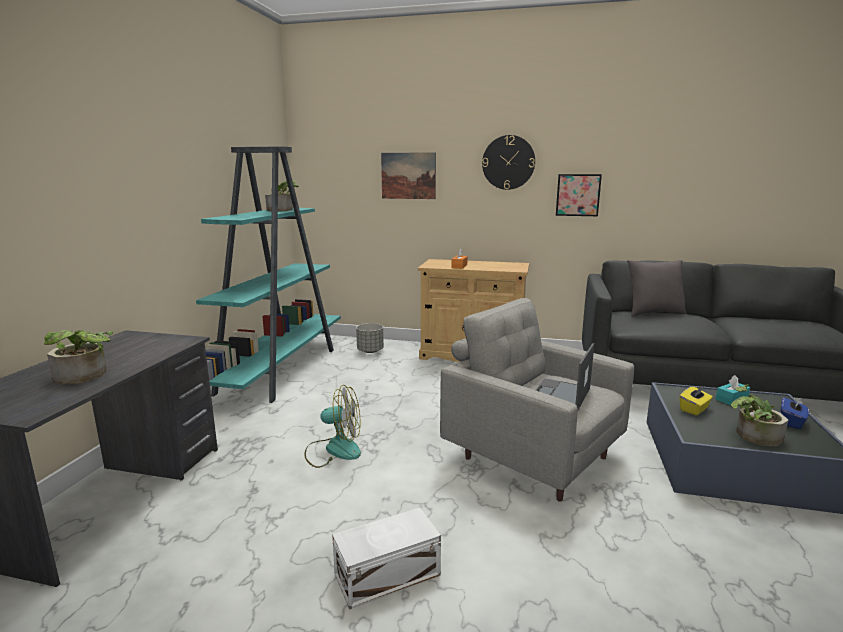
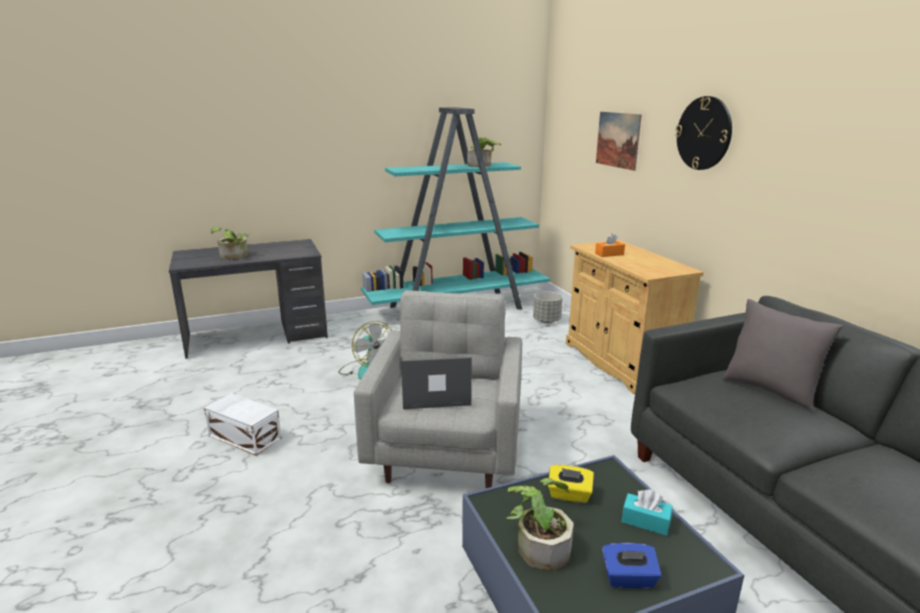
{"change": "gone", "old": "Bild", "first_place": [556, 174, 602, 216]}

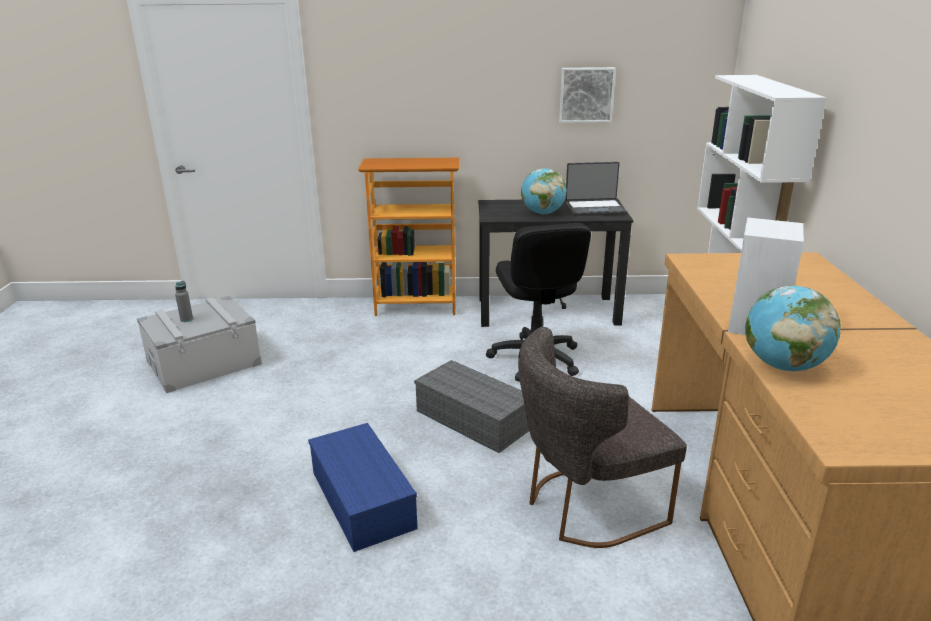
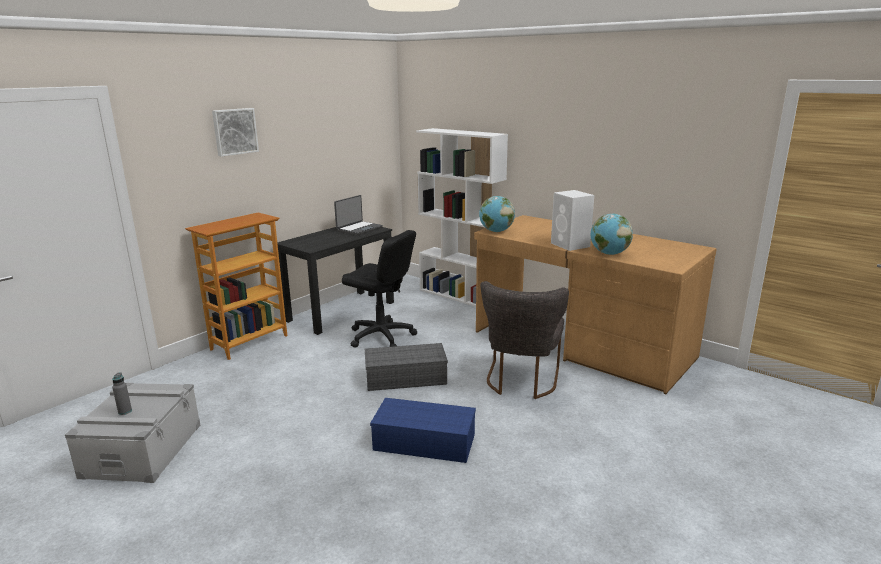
{"change": "shifted", "old": "Bild", "first_place": [559, 67, 616, 123], "second_place": [212, 108, 259, 157]}
{"change": "shifted", "old": "Globus", "first_place": [521, 168, 567, 214], "second_place": [479, 196, 515, 232]}

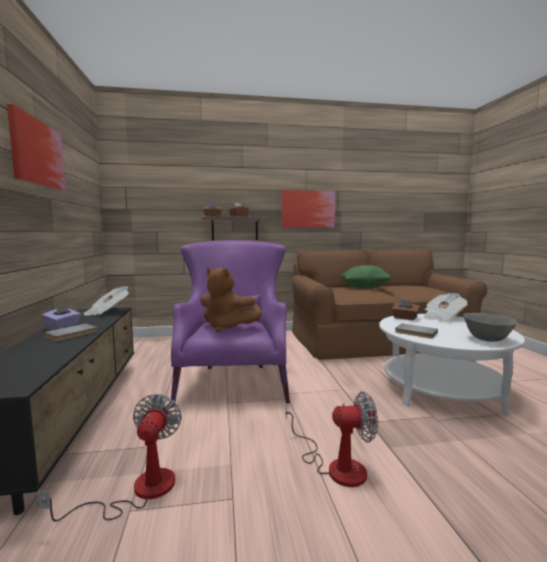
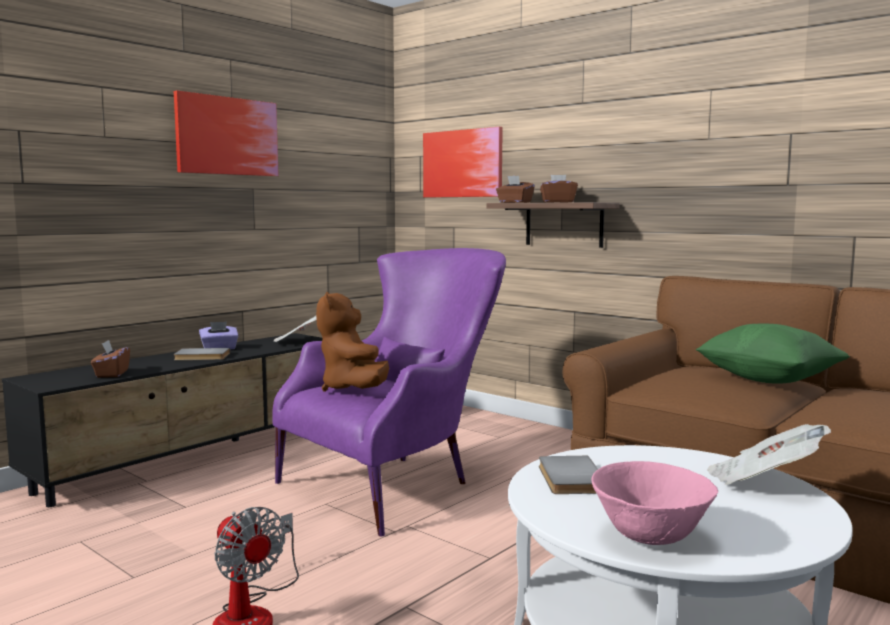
{"change": "shifted", "old": "Bild", "first_place": [281, 190, 335, 228], "second_place": [423, 127, 503, 197]}
{"change": "shifted", "old": "Taschentuchbox/braun", "first_place": [392, 300, 420, 320], "second_place": [91, 340, 130, 378]}
{"change": "repainted", "old": "Schüssel/grau", "new": "Schüssel/rosa", "first_place": [463, 313, 518, 342], "second_place": [591, 461, 718, 545]}
{"change": "gone", "old": "Ventilator", "first_place": [36, 394, 182, 522]}

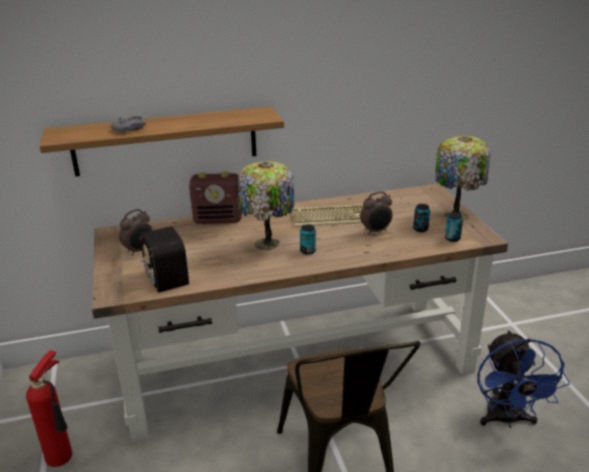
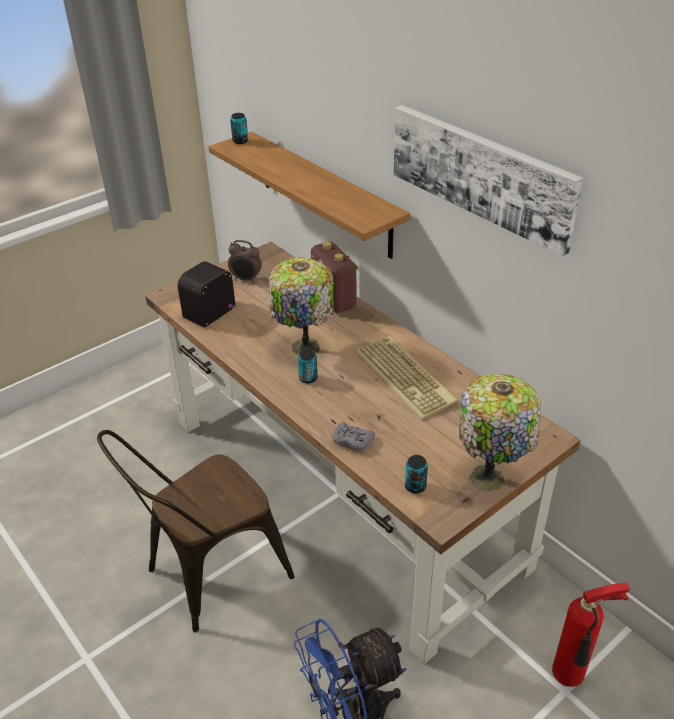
{"change": "shifted", "old": "Gamepad/grau", "first_place": [111, 116, 146, 133], "second_place": [333, 422, 375, 450]}
{"change": "gone", "old": "Wecker", "first_place": [360, 191, 392, 234]}
{"change": "shifted", "old": "Dose", "first_place": [413, 204, 430, 232], "second_place": [230, 113, 248, 144]}
{"change": "shifted", "old": "Feuerlöscher", "first_place": [26, 350, 72, 467], "second_place": [552, 582, 630, 687]}
{"change": "new", "new": "Bild", "second_place": [394, 105, 583, 256]}

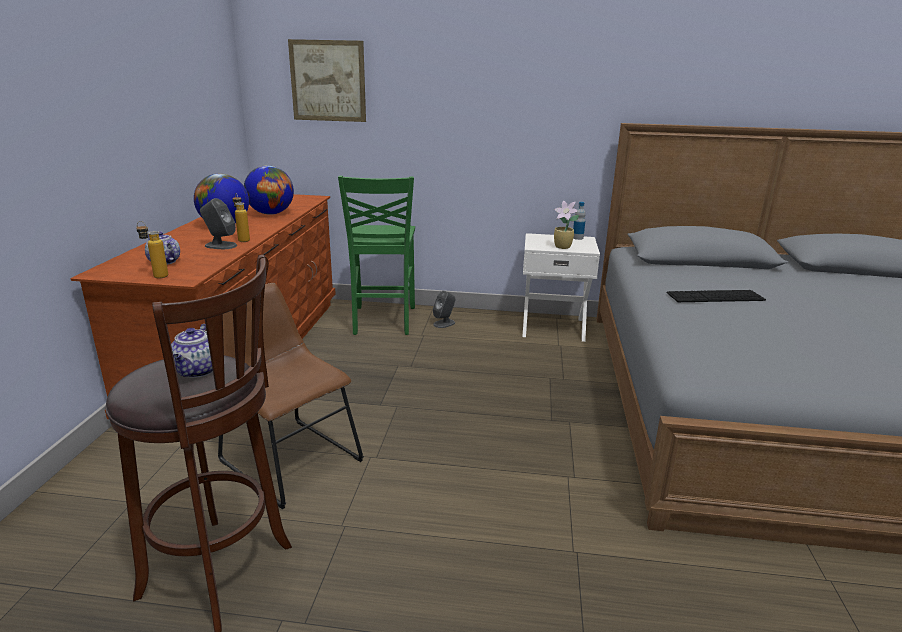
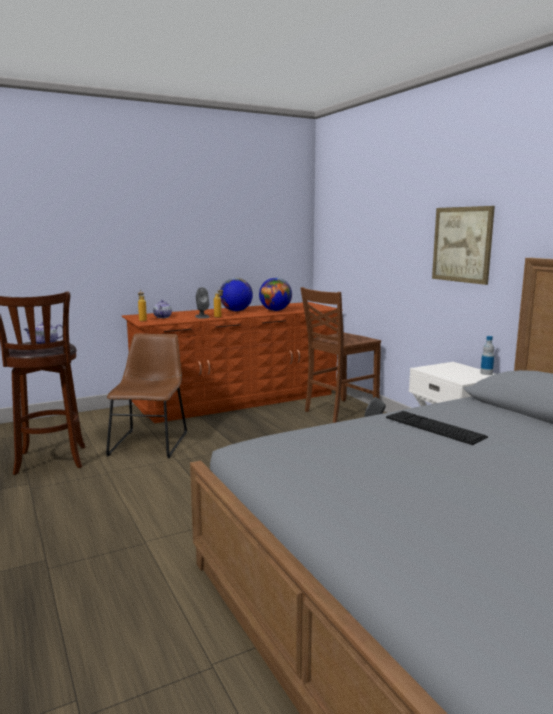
{"change": "shifted", "old": "Bild", "first_place": [288, 39, 366, 122], "second_place": [432, 206, 495, 285]}
{"change": "repainted", "old": "Stuhl/grün", "new": "Stuhl/braun", "first_place": [338, 176, 415, 335], "second_place": [301, 287, 381, 423]}
{"change": "gone", "old": "Topfpflanze", "first_place": [554, 201, 580, 249]}

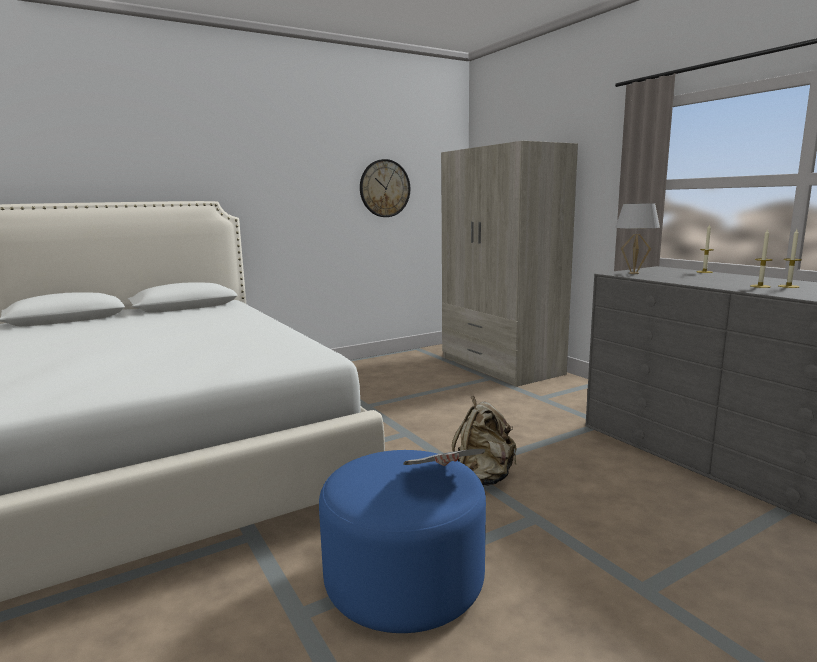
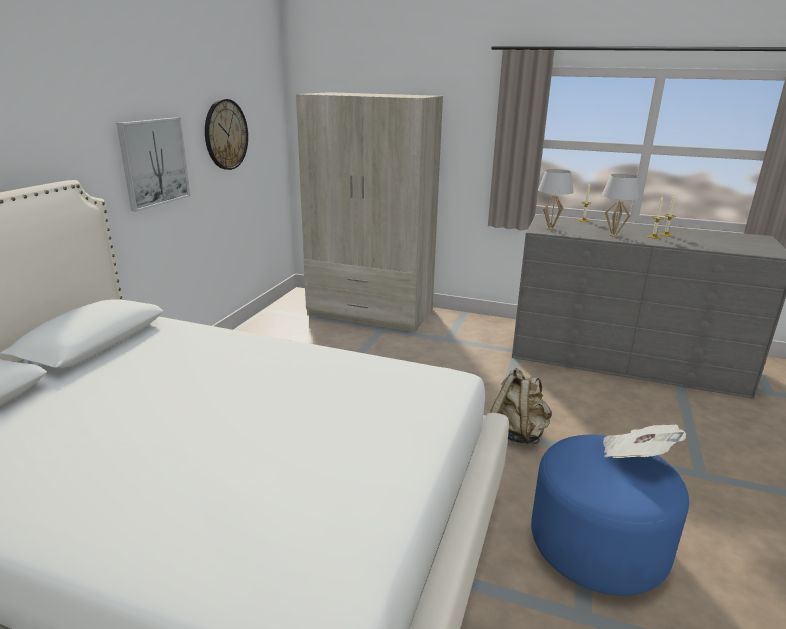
{"change": "new", "new": "Bild", "second_place": [117, 117, 190, 212]}
{"change": "new", "new": "Tischlampe/weiß", "second_place": [602, 174, 640, 237]}

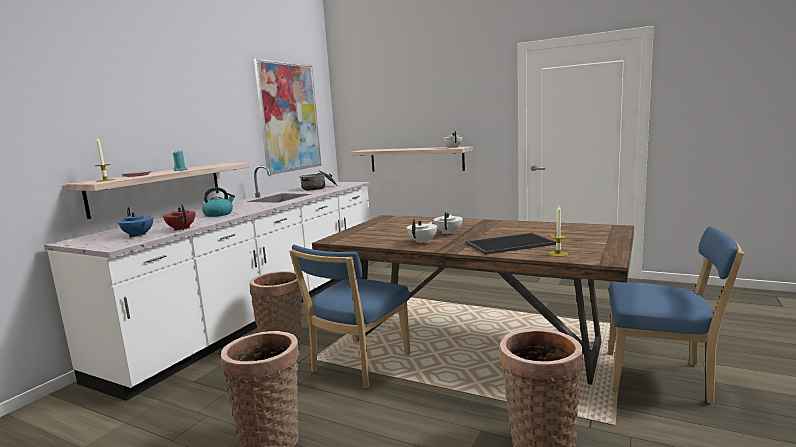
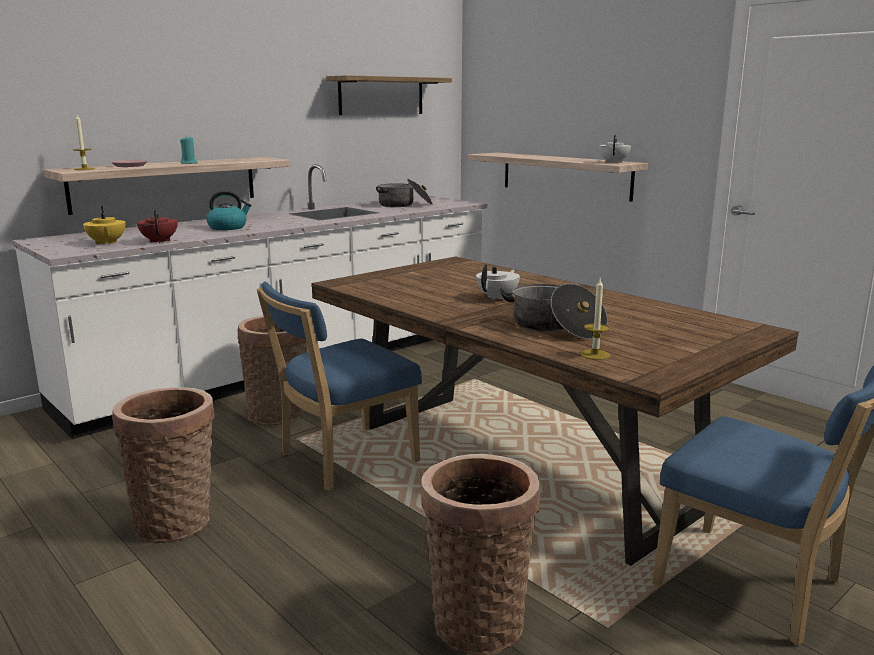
{"change": "swapped", "old": "Bild", "new": "Wandregal", "first_place": [254, 58, 322, 175], "second_place": [326, 75, 452, 115]}
{"change": "repainted", "old": "Teekanne/blau", "new": "Teekanne/gelb", "first_place": [118, 207, 153, 237], "second_place": [83, 206, 125, 245]}
{"change": "gone", "old": "Teekanne/weiß", "first_place": [407, 219, 437, 244]}
{"change": "swapped", "old": "Tablett", "new": "Kochtopf", "first_place": [466, 233, 556, 255], "second_place": [500, 284, 608, 339]}

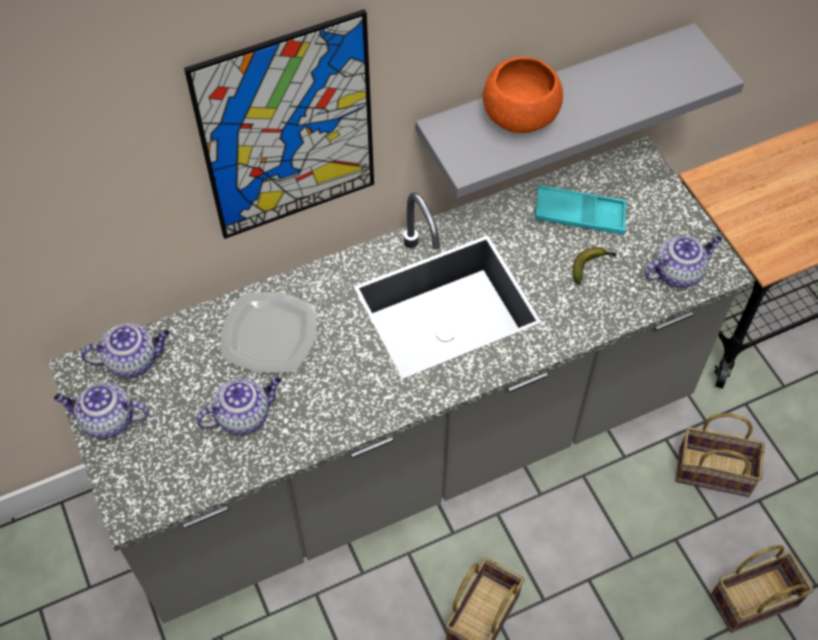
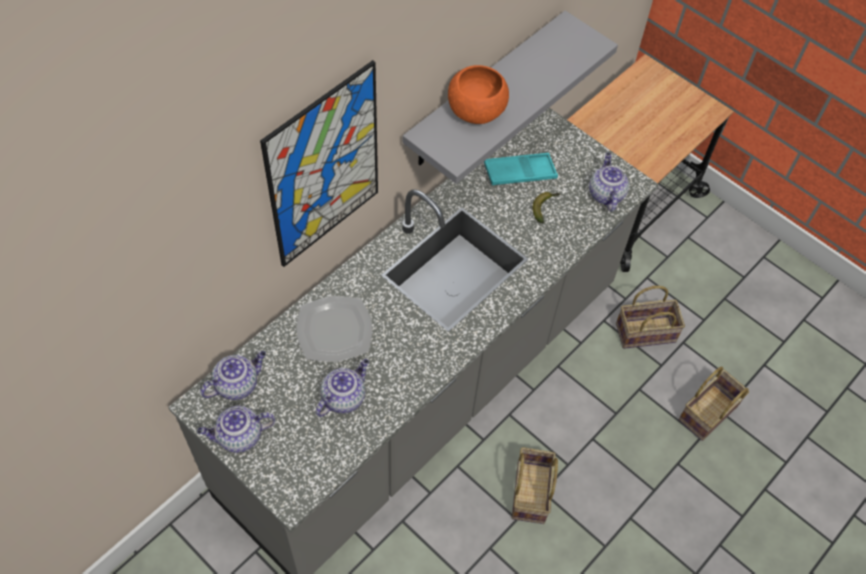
{"change": "rotated", "old": "Teekanne", "first_place": [644, 236, 722, 288], "second_place": [589, 153, 629, 212], "degrees": -45}

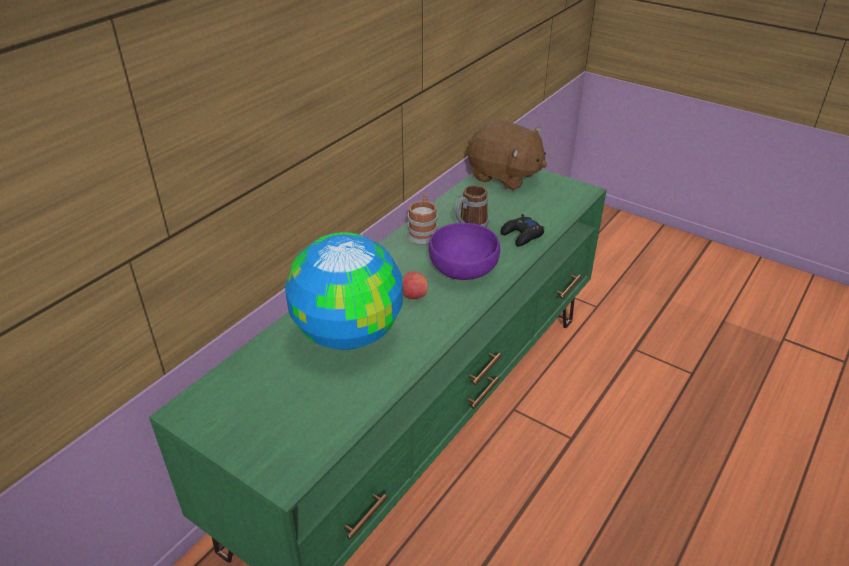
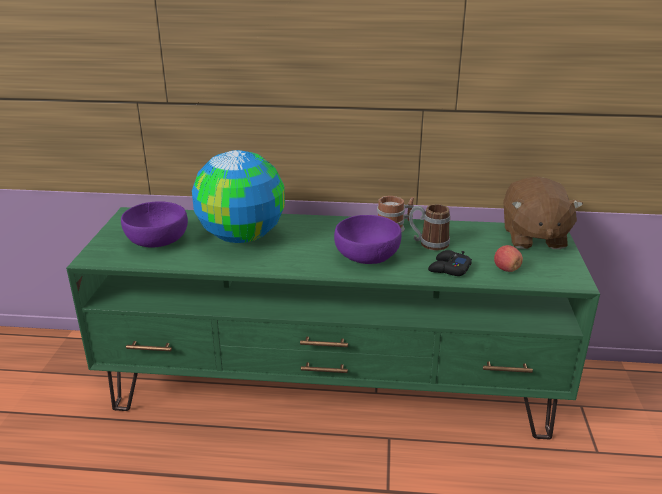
{"change": "shifted", "old": "Apfel", "first_place": [402, 271, 428, 299], "second_place": [494, 245, 523, 272]}
{"change": "new", "new": "Schüssel/lila", "second_place": [121, 201, 188, 248]}

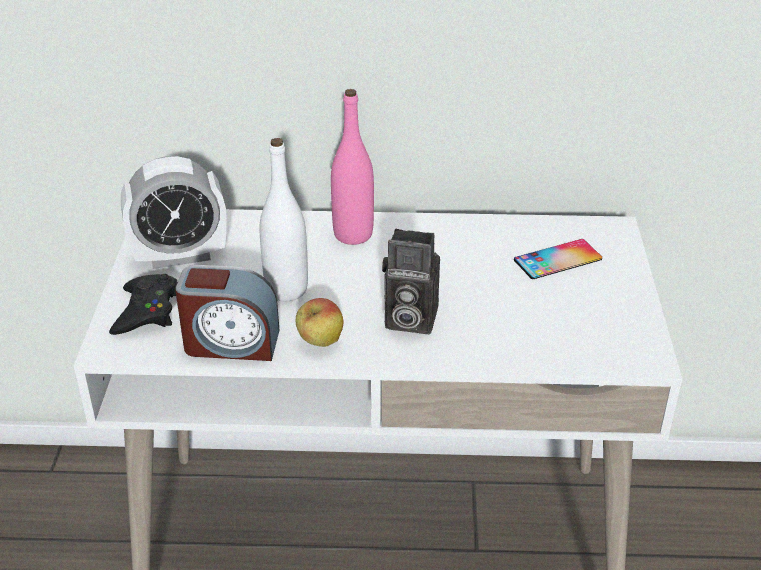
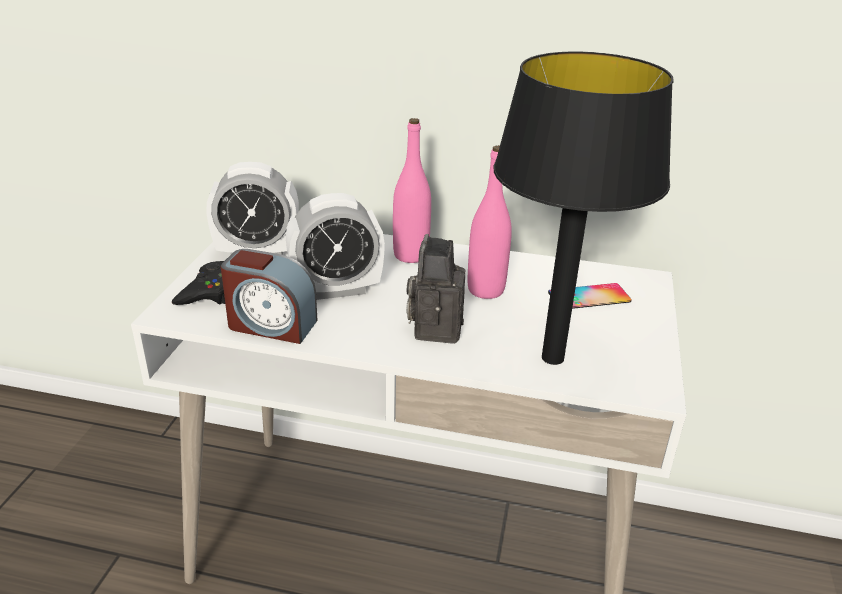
{"change": "swapped", "old": "Flasche/weiß", "new": "Wecker", "first_place": [259, 138, 308, 301], "second_place": [286, 193, 385, 300]}
{"change": "rotated", "old": "Kamera", "first_place": [382, 229, 440, 334], "second_place": [406, 234, 465, 344], "degrees": 75}
{"change": "gone", "old": "Apfel", "first_place": [295, 298, 343, 347]}
{"change": "new", "new": "Tischlampe/schwarz", "second_place": [494, 52, 673, 365]}
{"change": "new", "new": "Flasche/rosa", "second_place": [468, 145, 512, 299]}

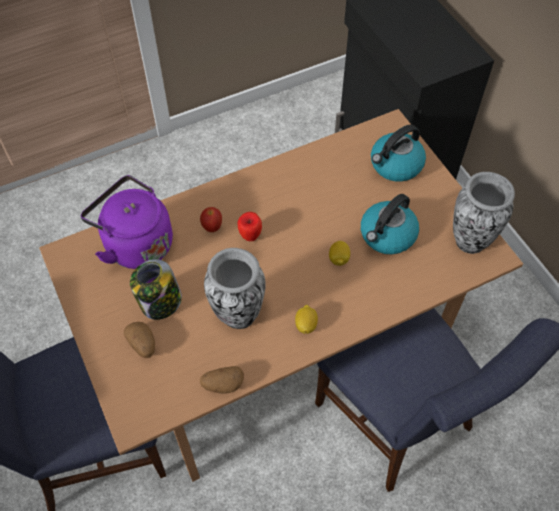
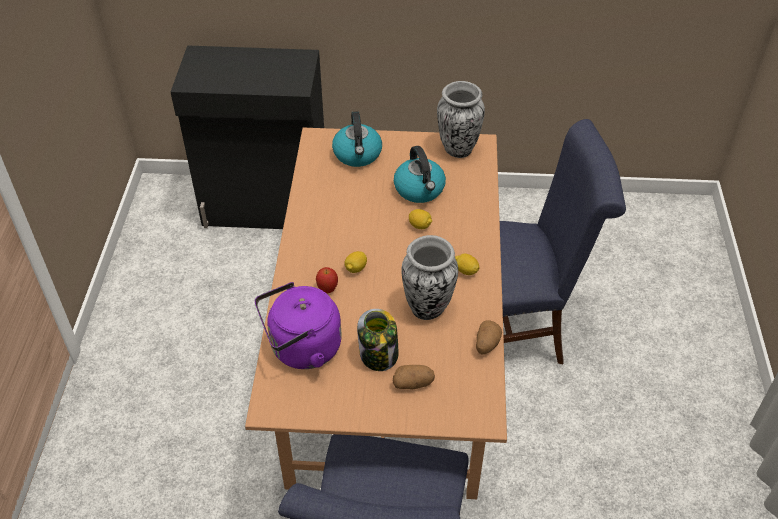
{"change": "swapped", "old": "Apfel", "new": "Zitrone", "first_place": [237, 212, 262, 241], "second_place": [344, 251, 367, 273]}

